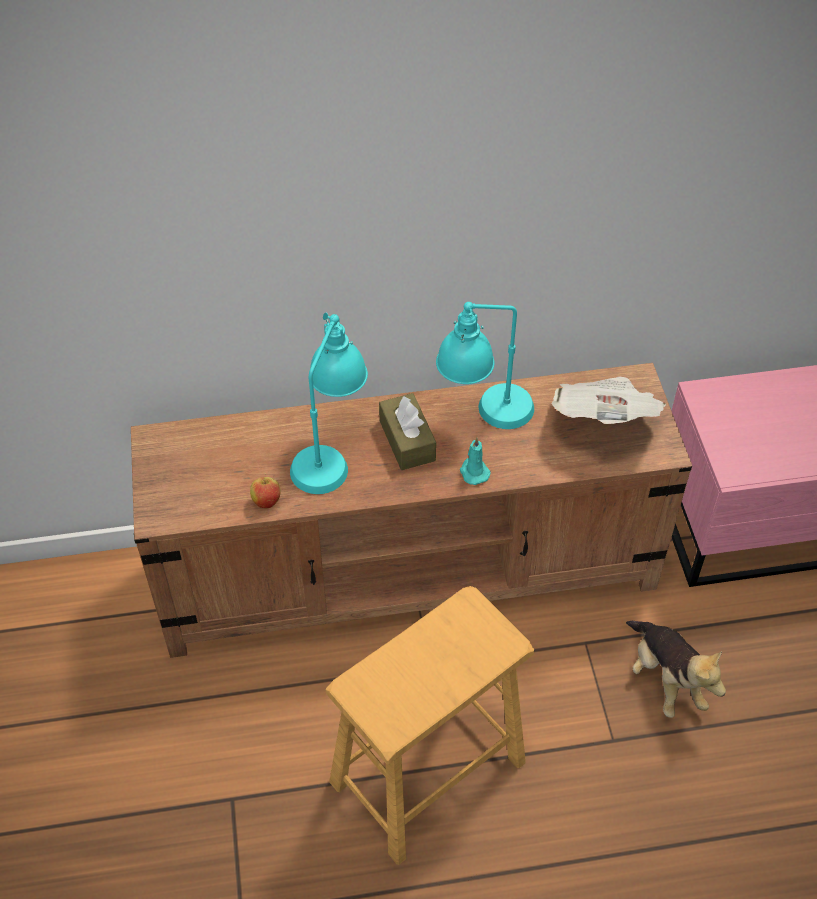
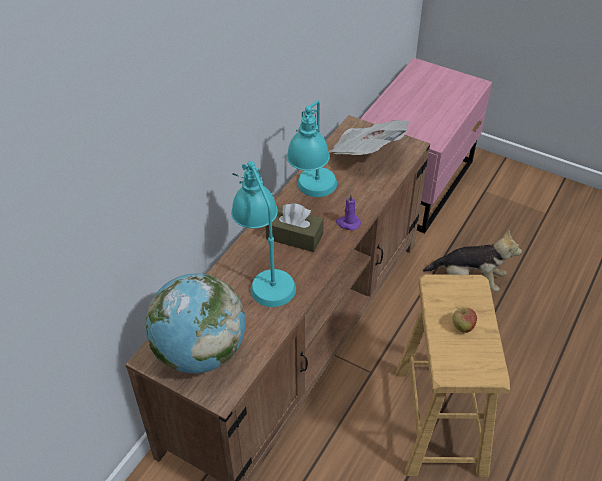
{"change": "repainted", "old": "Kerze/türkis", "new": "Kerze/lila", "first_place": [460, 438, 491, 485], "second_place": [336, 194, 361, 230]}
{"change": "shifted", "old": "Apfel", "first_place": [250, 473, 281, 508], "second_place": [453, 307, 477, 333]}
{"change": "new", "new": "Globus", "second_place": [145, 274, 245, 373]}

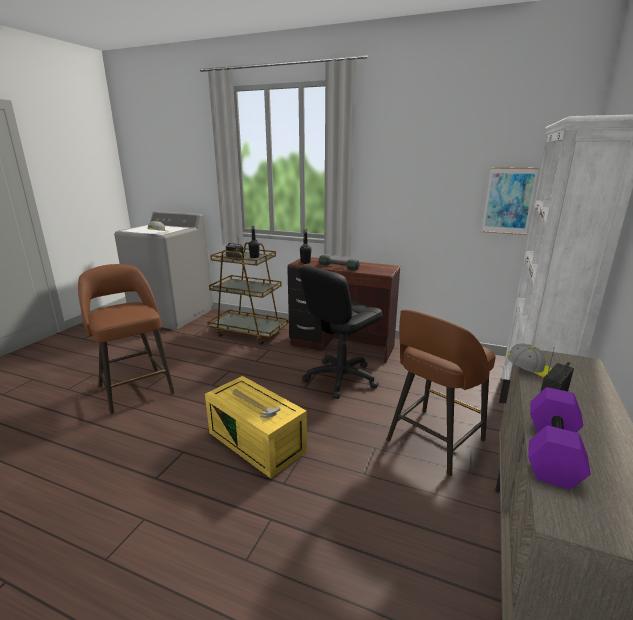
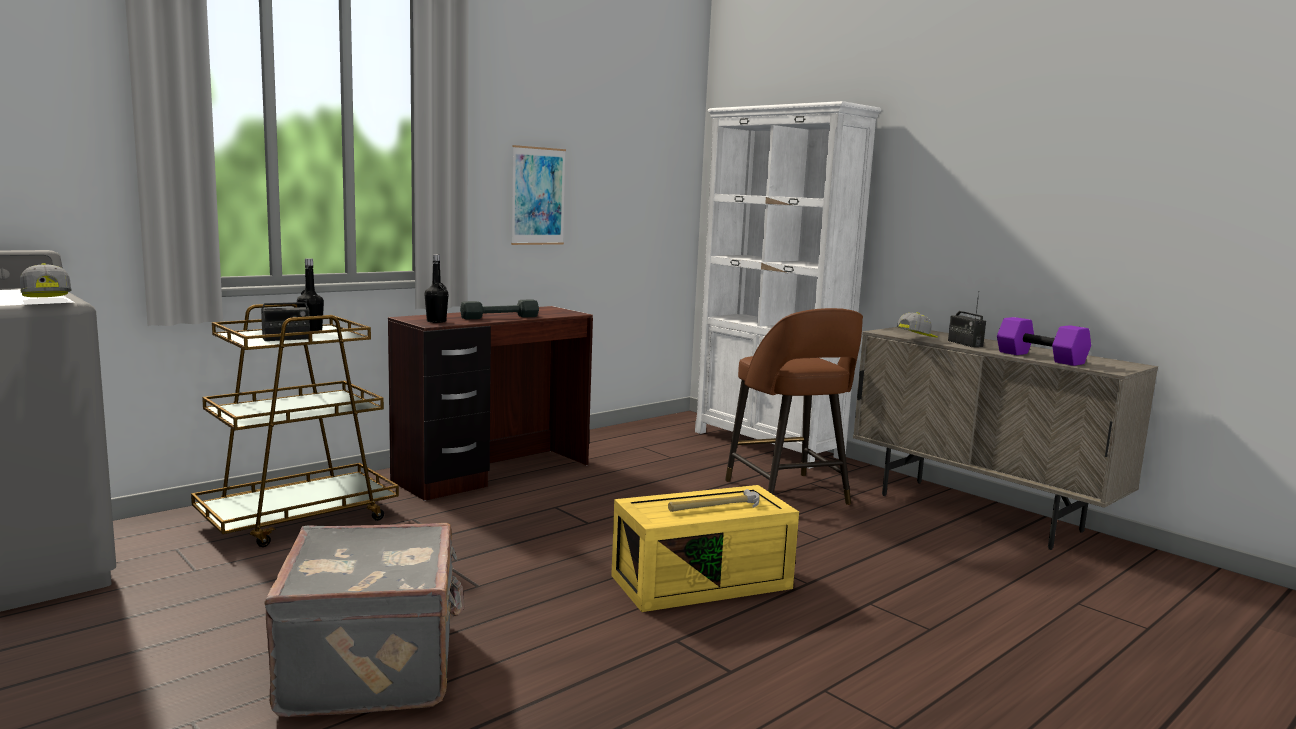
{"change": "shifted", "old": "Bild", "first_place": [482, 167, 539, 235], "second_place": [511, 145, 566, 245]}
{"change": "swapped", "old": "Hocker/braun", "new": "Koffer/grau", "first_place": [78, 264, 175, 414], "second_place": [264, 523, 465, 717]}
{"change": "gone", "old": "Bürostuhl/schwarz", "first_place": [299, 265, 383, 399]}

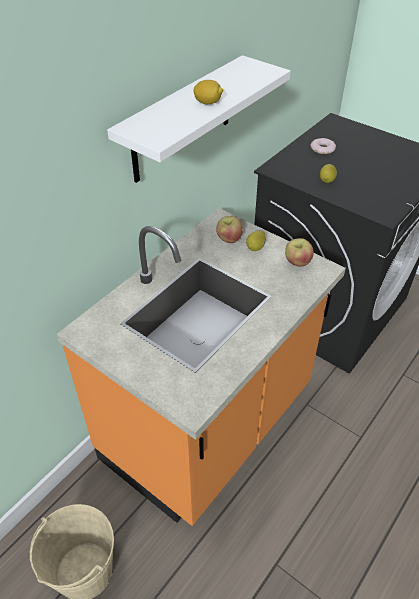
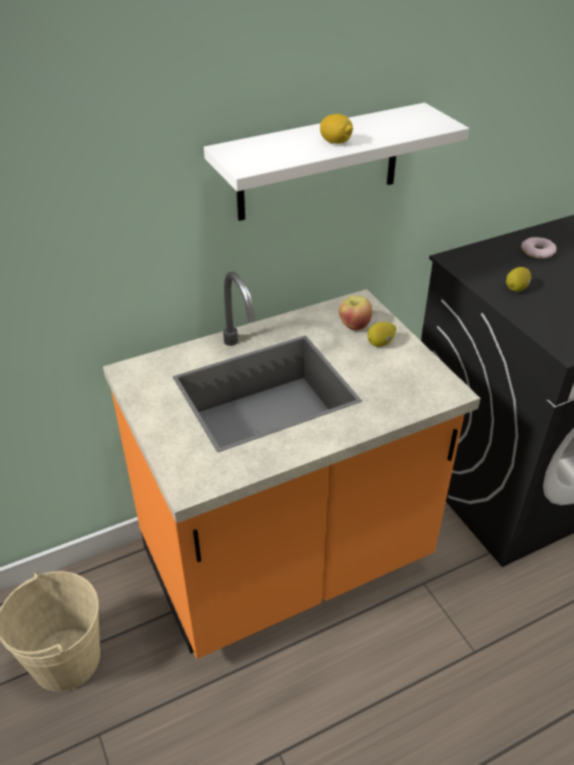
{"change": "gone", "old": "Apfel", "first_place": [285, 238, 314, 267]}

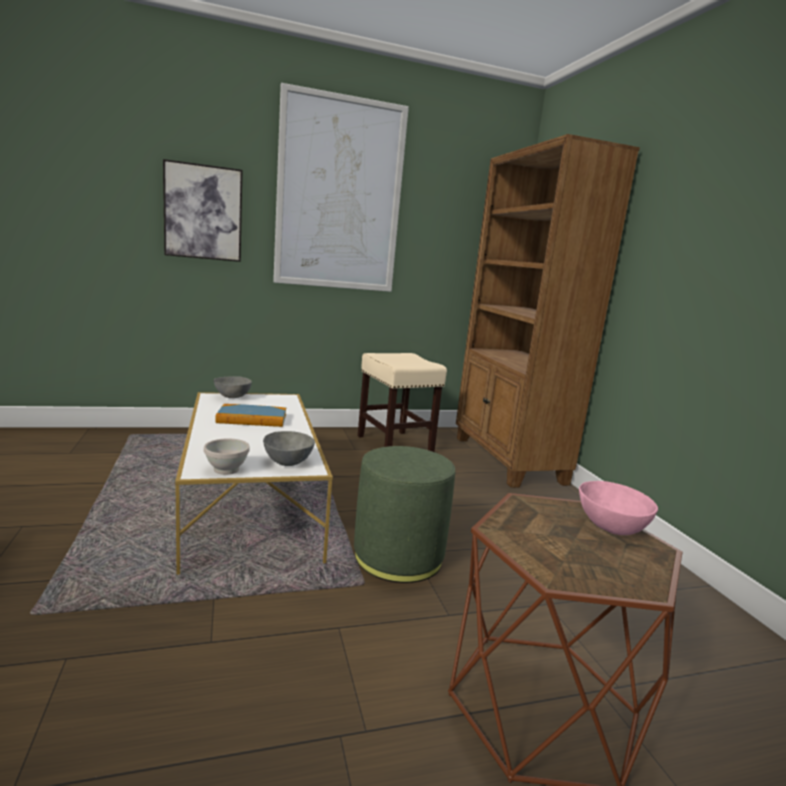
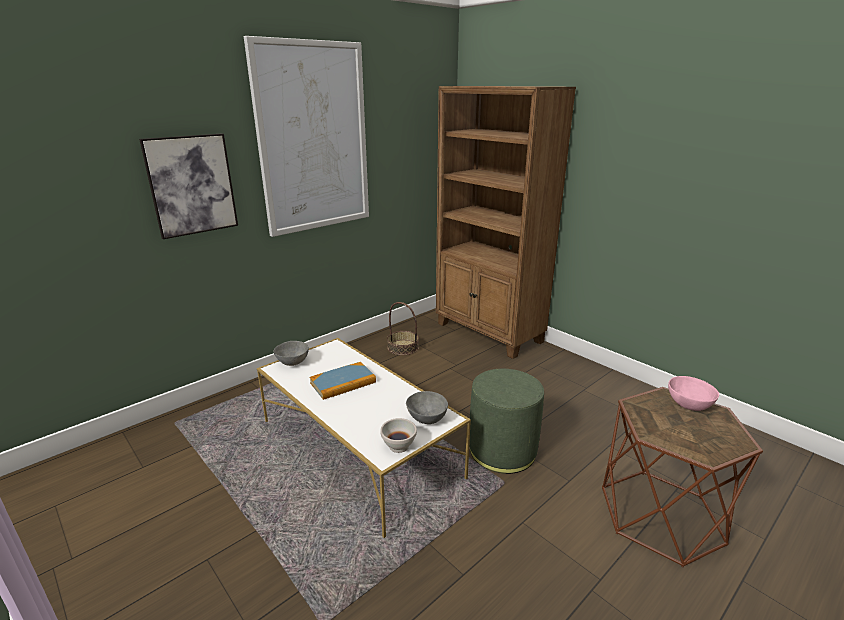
{"change": "swapped", "old": "Hocker/beige", "new": "Korb", "first_place": [358, 353, 447, 452], "second_place": [387, 302, 419, 355]}

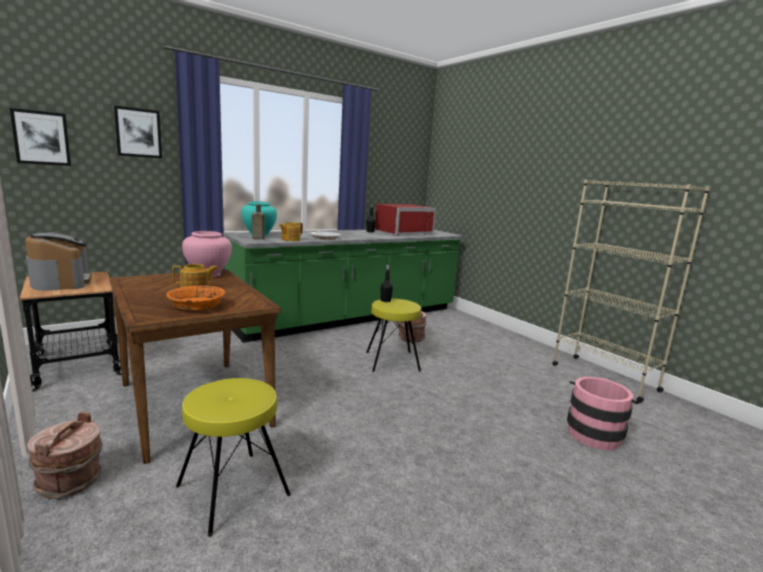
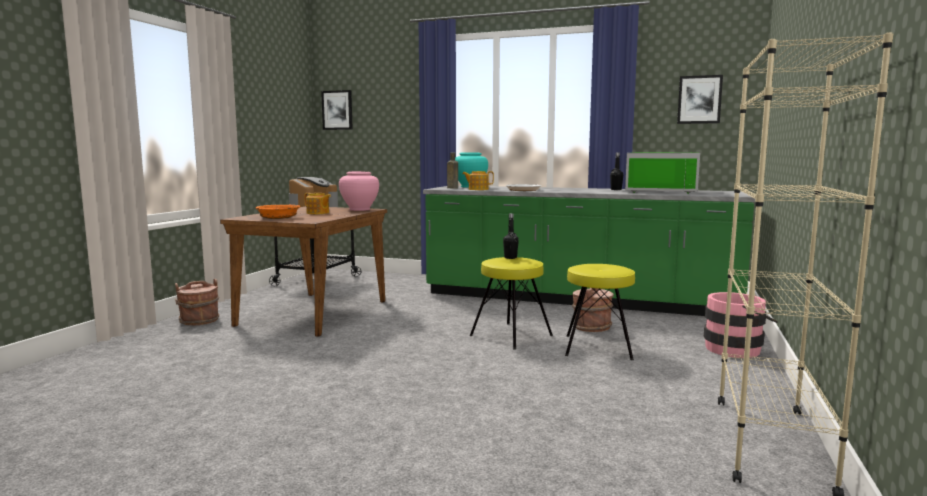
{"change": "shifted", "old": "Bild", "first_place": [114, 106, 162, 158], "second_place": [677, 75, 723, 124]}
{"change": "repainted", "old": "Mikrowelle/rot", "new": "Mikrowelle/grün", "first_place": [375, 204, 436, 235], "second_place": [625, 153, 700, 194]}
{"change": "shifted", "old": "Eimer/rosa", "first_place": [567, 377, 639, 450], "second_place": [704, 292, 778, 358]}
{"change": "shifted", "old": "Hocker/gelb", "first_place": [176, 378, 291, 537], "second_place": [565, 264, 635, 360]}

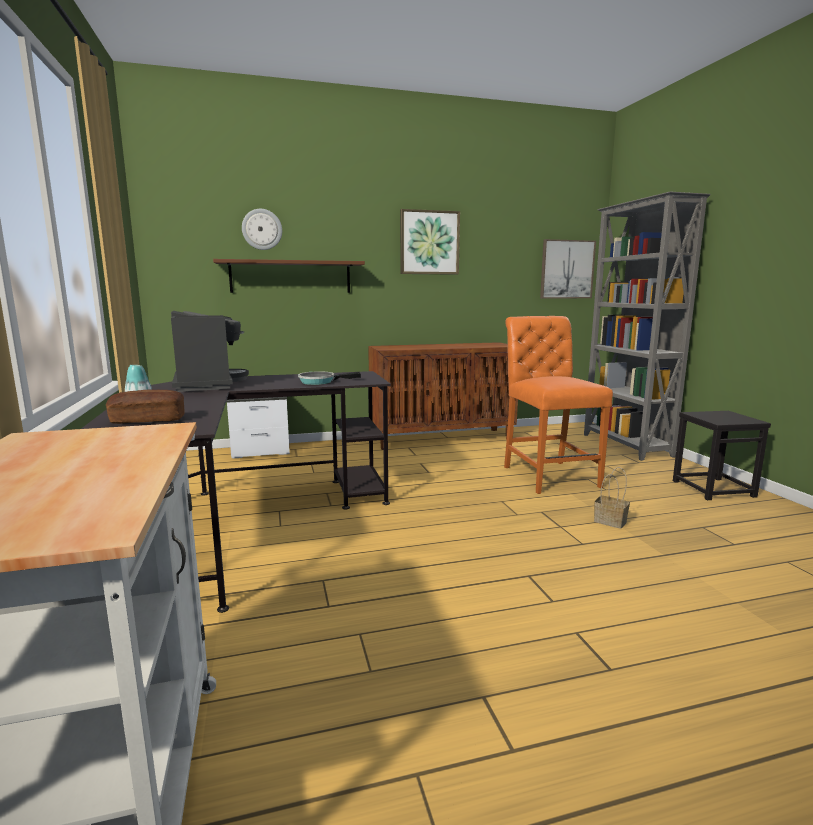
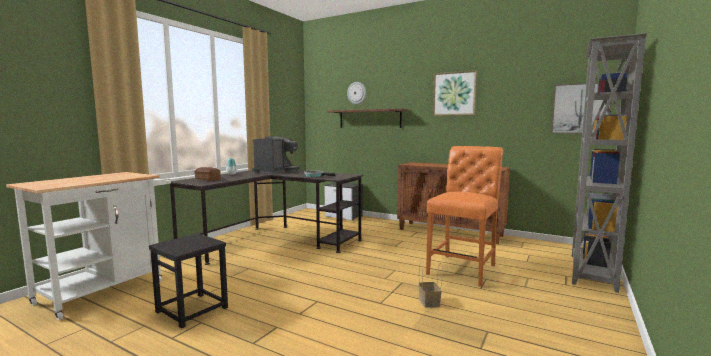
{"change": "shifted", "old": "Hocker/schwarz", "first_place": [673, 411, 771, 500], "second_place": [149, 233, 228, 328]}

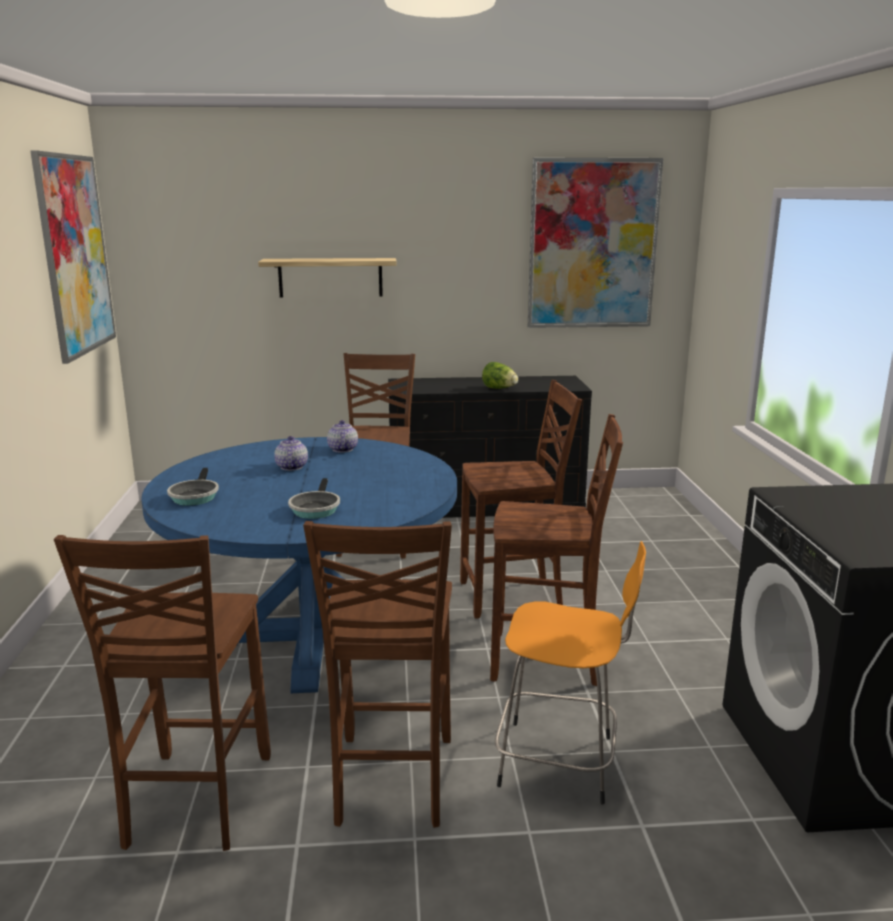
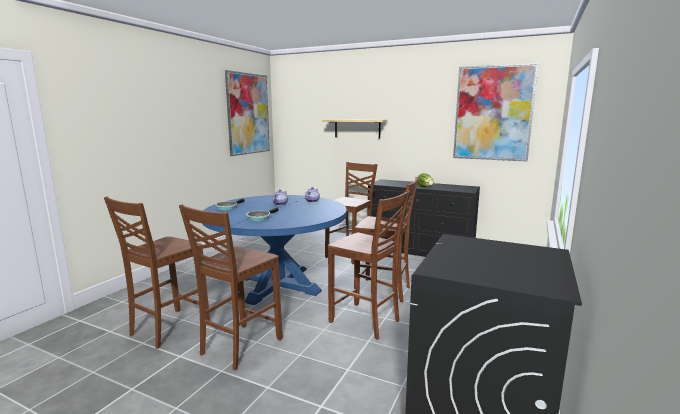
{"change": "gone", "old": "Hocker/orange", "first_place": [495, 541, 646, 805]}

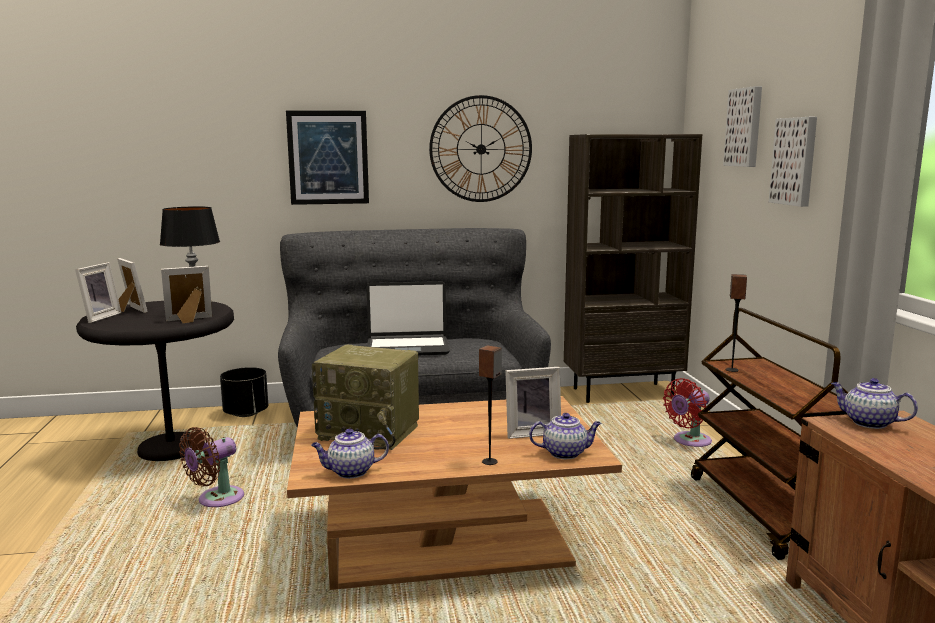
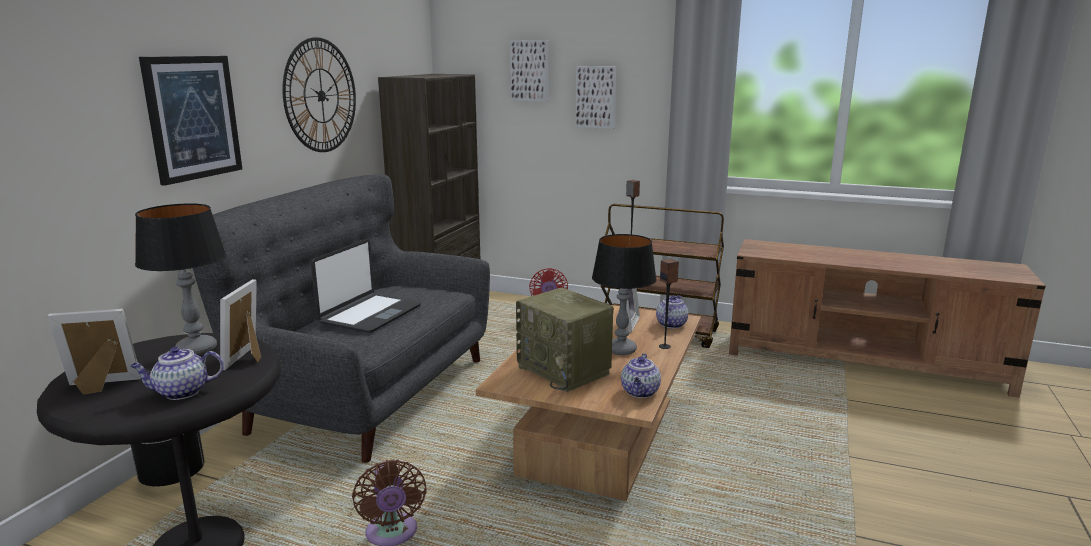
{"change": "gone", "old": "Bilderrahmen", "first_place": [75, 262, 122, 323]}
{"change": "rotated", "old": "Radio", "first_place": [312, 345, 419, 450], "second_place": [516, 288, 614, 392], "degrees": 90}
{"change": "shifted", "old": "Teekanne", "first_place": [831, 378, 918, 429], "second_place": [130, 347, 224, 400]}
{"change": "new", "new": "Tischlampe", "second_place": [592, 234, 657, 355]}

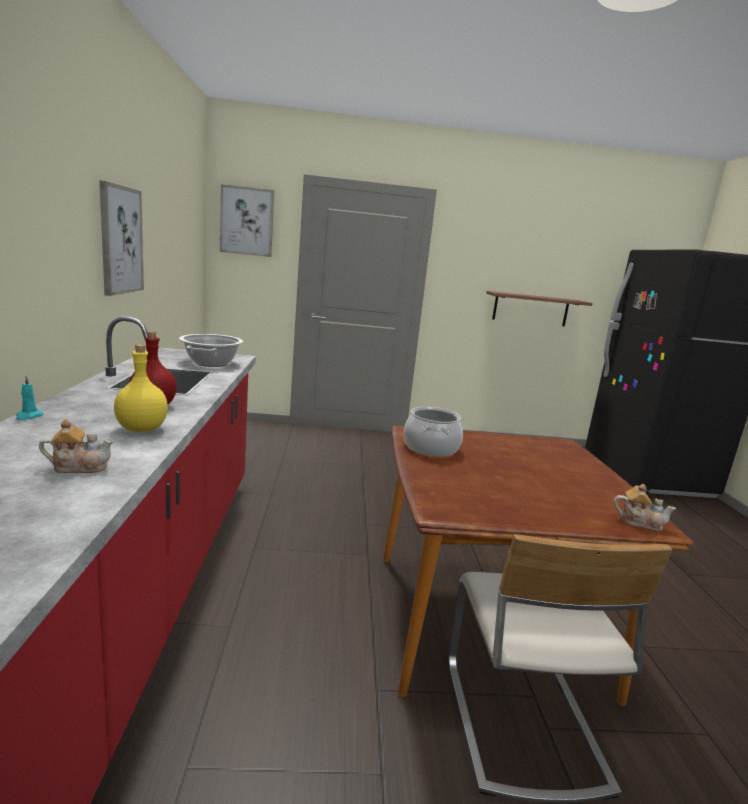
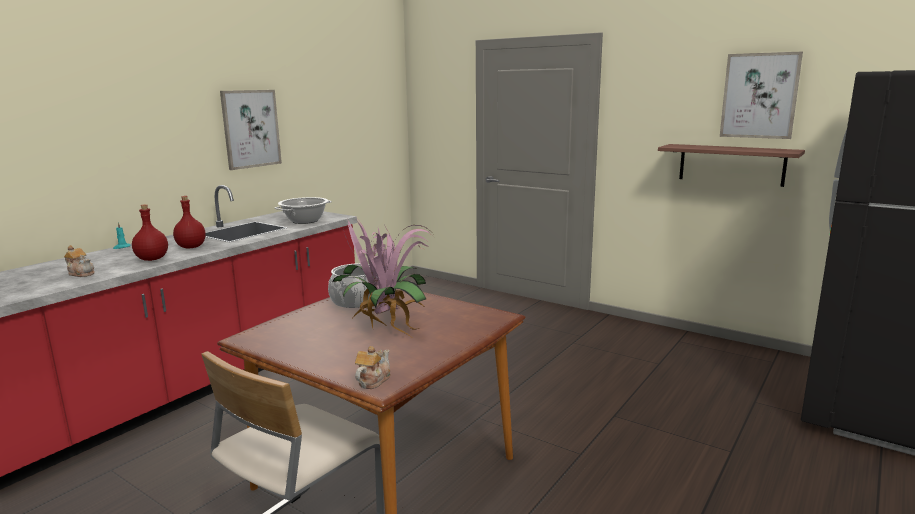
{"change": "shifted", "old": "Bild", "first_place": [220, 184, 274, 257], "second_place": [720, 52, 803, 139]}
{"change": "repainted", "old": "Flasche/gelb", "new": "Flasche/rot", "first_place": [114, 344, 168, 432], "second_place": [132, 204, 168, 261]}
{"change": "rotated", "old": "Teekanne", "first_place": [614, 484, 676, 531], "second_place": [355, 346, 391, 389], "degrees": -120}
{"change": "new", "new": "Topfpflanze", "second_place": [332, 217, 434, 339]}

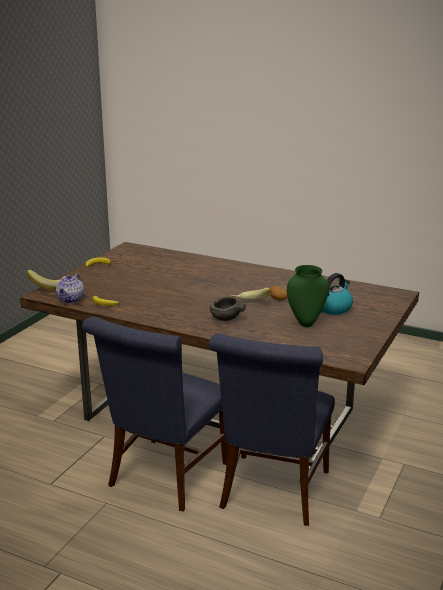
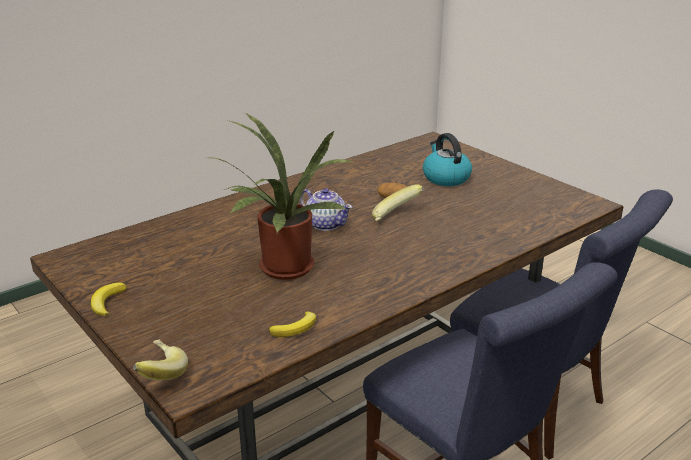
{"change": "gone", "old": "Vase/grün", "first_place": [287, 265, 329, 327]}
{"change": "shifted", "old": "Teekanne", "first_place": [56, 274, 84, 304], "second_place": [300, 188, 352, 231]}
{"change": "gone", "old": "Schüssel/grau", "first_place": [210, 297, 246, 321]}
{"change": "new", "new": "Topfpflanze", "second_place": [210, 113, 351, 280]}

